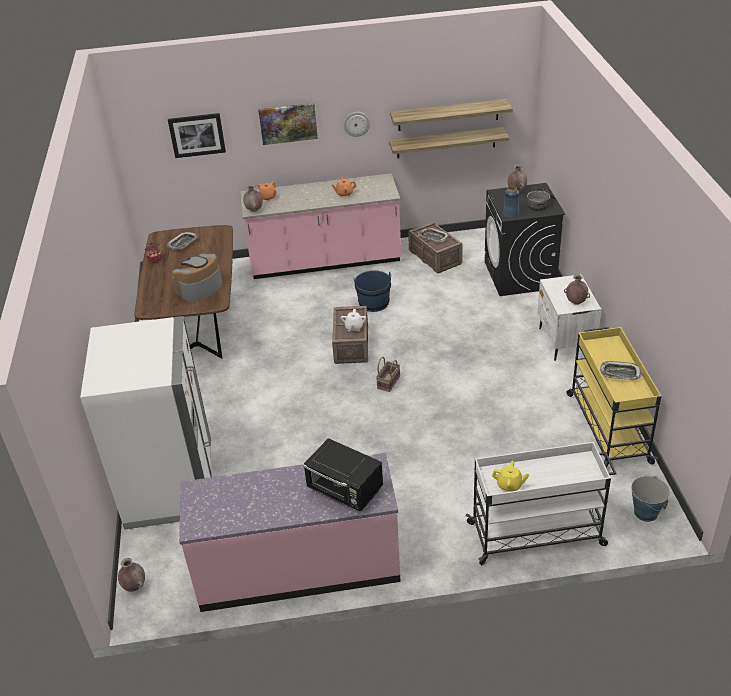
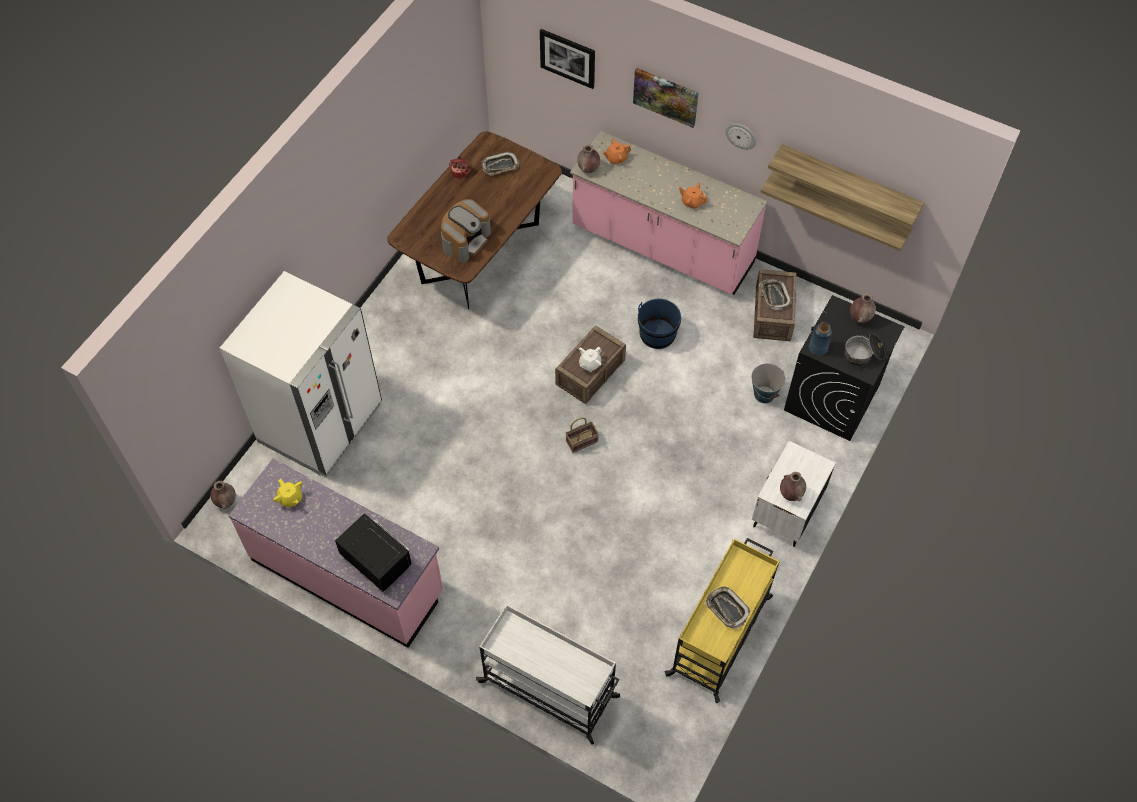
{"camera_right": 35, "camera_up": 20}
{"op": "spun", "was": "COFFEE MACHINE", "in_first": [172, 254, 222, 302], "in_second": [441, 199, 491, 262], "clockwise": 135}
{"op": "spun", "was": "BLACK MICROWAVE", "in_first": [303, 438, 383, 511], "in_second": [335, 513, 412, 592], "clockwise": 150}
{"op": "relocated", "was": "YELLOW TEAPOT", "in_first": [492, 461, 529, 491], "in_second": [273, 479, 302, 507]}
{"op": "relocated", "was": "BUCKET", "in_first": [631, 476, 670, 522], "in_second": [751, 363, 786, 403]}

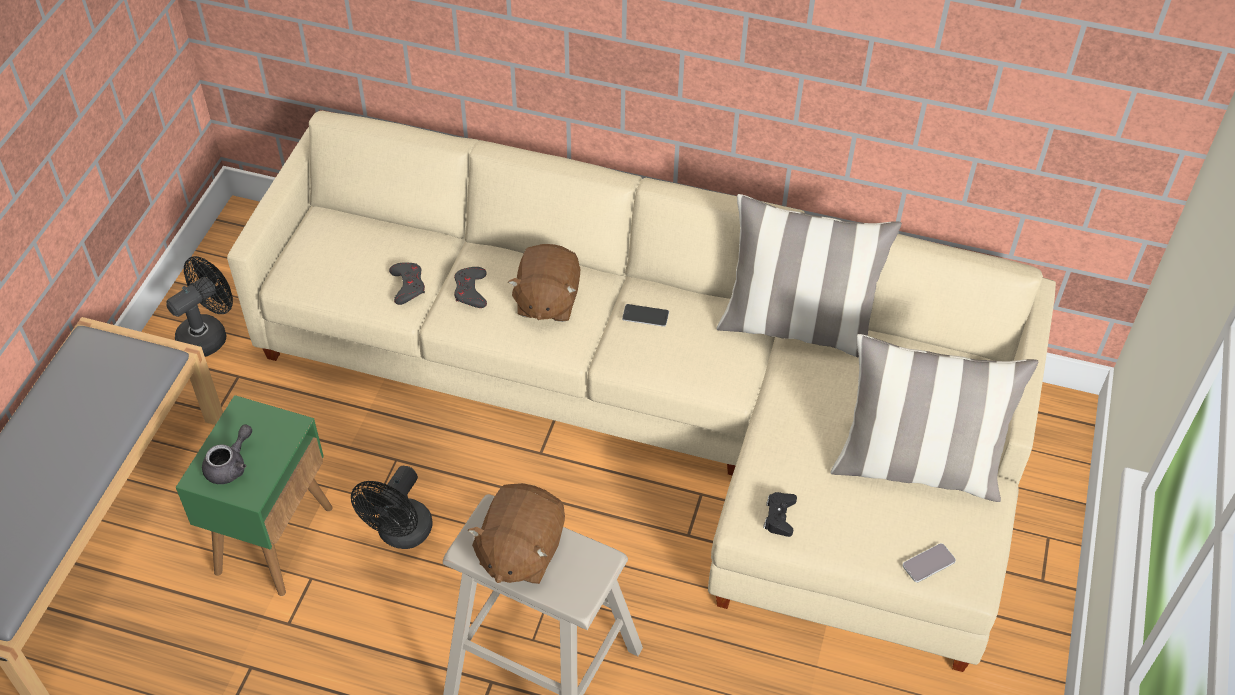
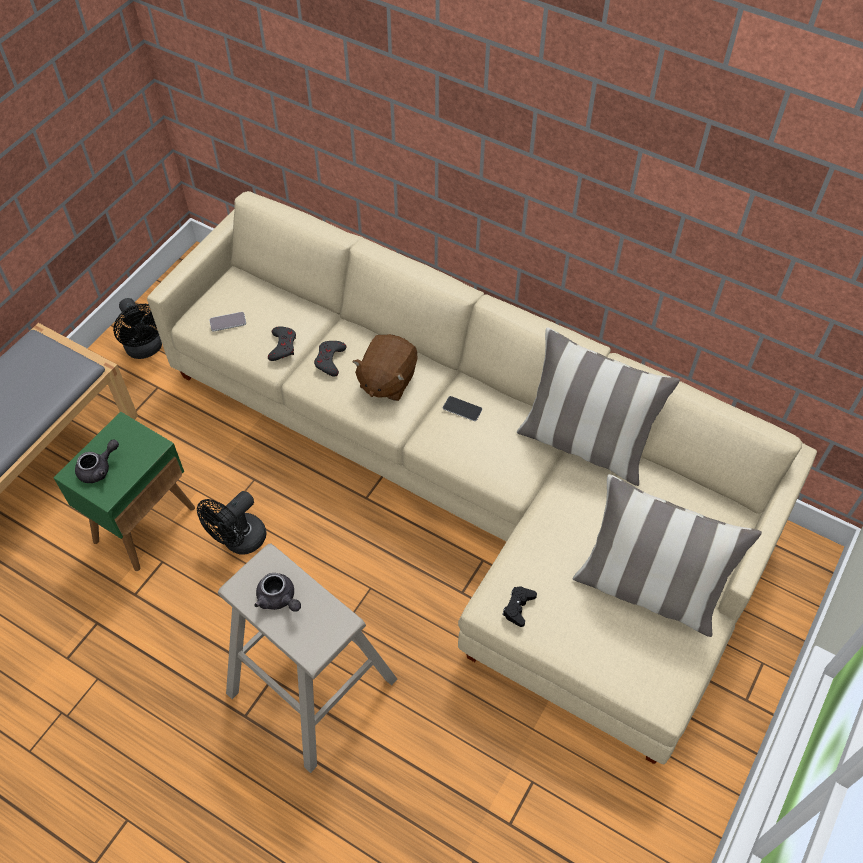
{"camera_right": 15, "camera_up": 5}
{"op": "spun", "was": "BLACK FAN", "in_first": [166, 256, 233, 357], "in_second": [113, 298, 162, 359], "clockwise": 90}
{"op": "exchanged", "was": "BROWN PLUSH TOY", "now": "GREY TEAPOT", "in_first": [468, 483, 565, 584], "in_second": [254, 573, 301, 612]}
{"op": "relocated", "was": "PHONE", "in_first": [902, 543, 956, 582], "in_second": [209, 312, 246, 332]}

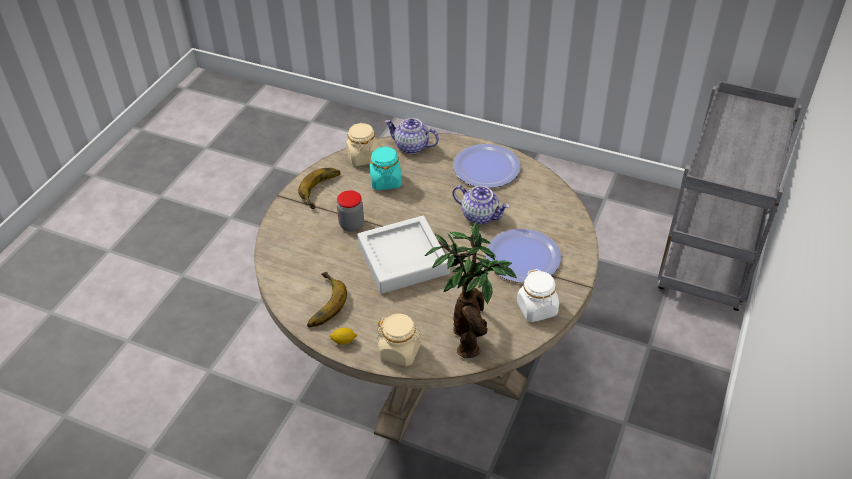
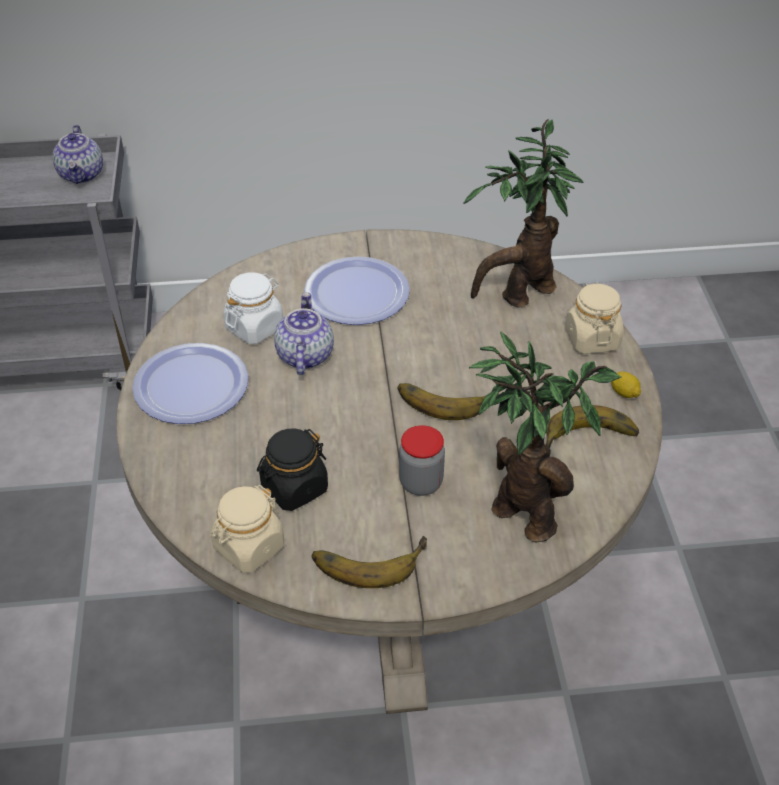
{"camera_right": -120, "camera_up": 0}
{"op": "relocated", "was": "TEAPOT", "in_first": [384, 118, 439, 154], "in_second": [53, 125, 103, 184]}
{"op": "colour", "was": "TURQUOISE JAR", "now": "BLACK JAR", "in_first": [370, 146, 402, 190], "in_second": [257, 428, 328, 511]}
{"op": "exchanged", "was": "GREY TRAY", "now": "BANANA", "in_first": [357, 216, 450, 294], "in_second": [398, 383, 499, 420]}
{"op": "relocated", "was": "WHITE JAR", "in_first": [517, 269, 559, 322], "in_second": [223, 273, 283, 344]}
{"op": "appeared", "now": "POTTED PLANT", "in_second": [469, 332, 621, 543]}

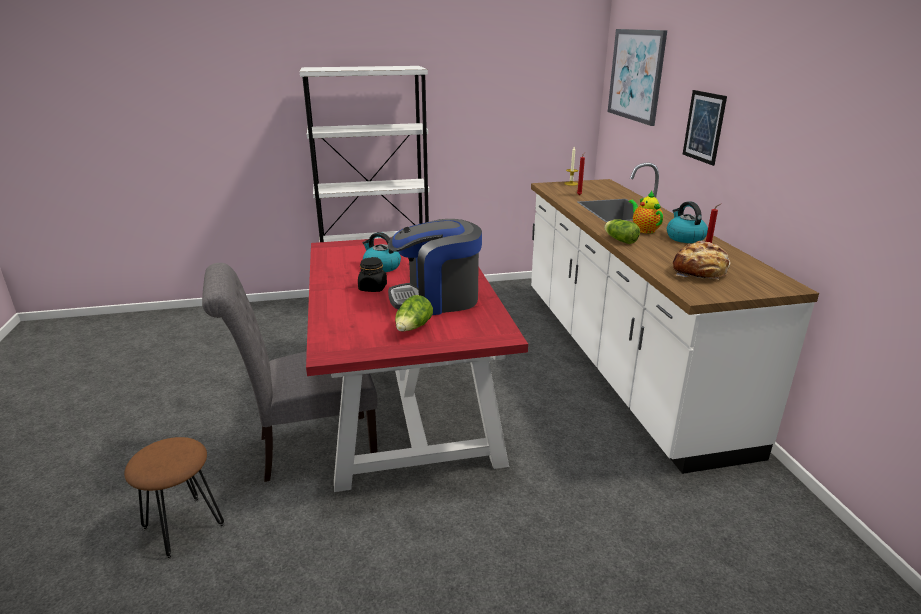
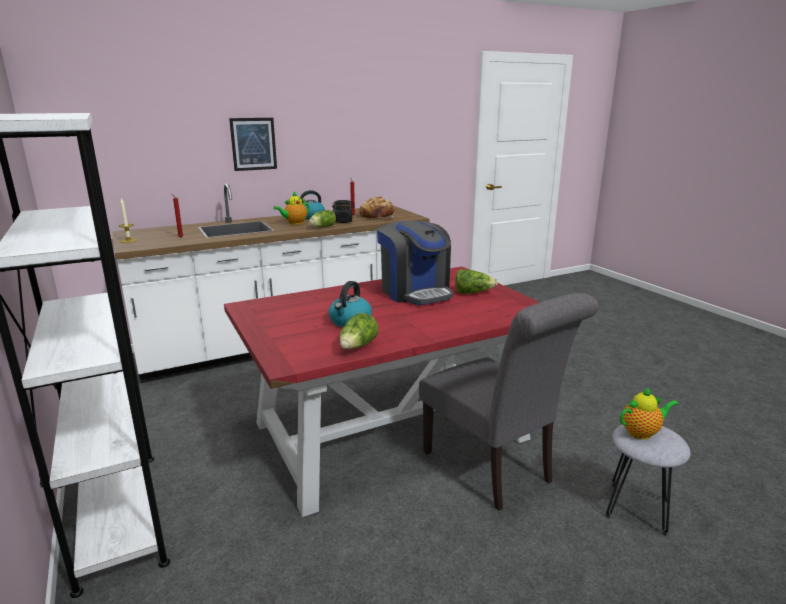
{"camera_right": -105, "camera_up": -5}
{"op": "missing", "was": "PICTURE", "in_first": [608, 29, 667, 126]}
{"op": "relocated", "was": "BLACK JAR", "in_first": [358, 257, 387, 292], "in_second": [332, 200, 355, 223]}
{"op": "colour", "was": "BROWN STOOL", "now": "GREY STOOL", "in_first": [124, 437, 225, 559], "in_second": [606, 425, 691, 536]}
{"op": "appeared", "now": "LETTUCE", "in_second": [339, 313, 379, 349]}
{"op": "appeared", "now": "TEAPOT", "in_second": [620, 387, 679, 440]}

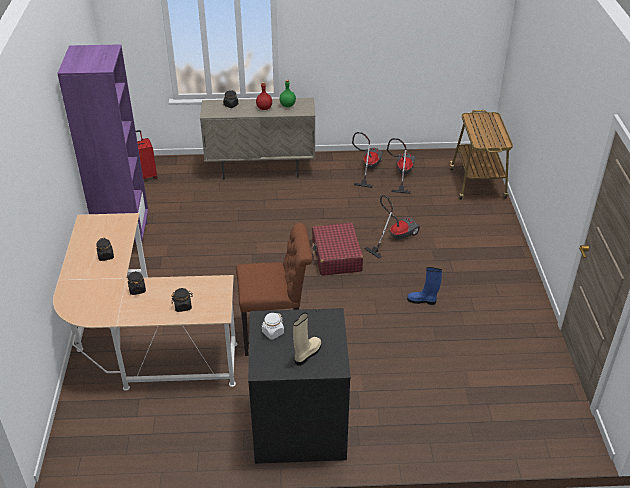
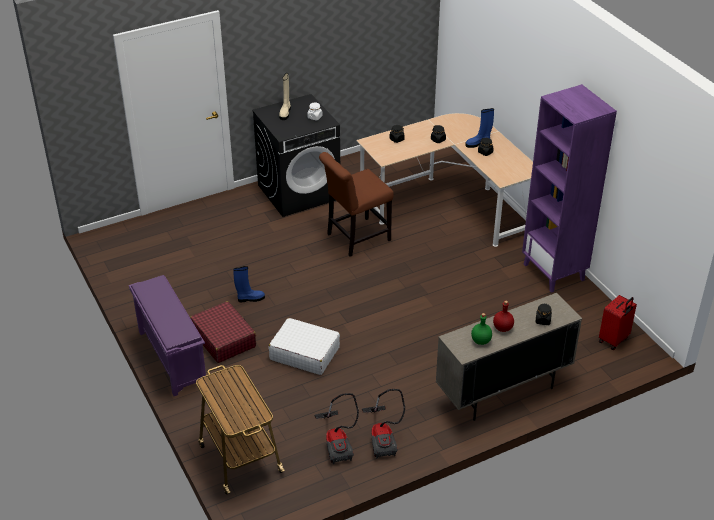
{"camera_right": 155, "camera_up": 0}
{"op": "exchanged", "was": "VACUUM CLEANER", "now": "WHITE SUITCASE", "in_first": [364, 195, 420, 259], "in_second": [269, 318, 340, 375]}
{"op": "relocated", "was": "RED SUITCASE", "in_first": [312, 222, 363, 276], "in_second": [190, 301, 256, 363]}
{"op": "appeared", "now": "BLUE BOOT", "in_second": [465, 108, 494, 148]}
{"op": "appeared", "now": "PURPLE SHOE RACK", "in_second": [129, 275, 207, 396]}

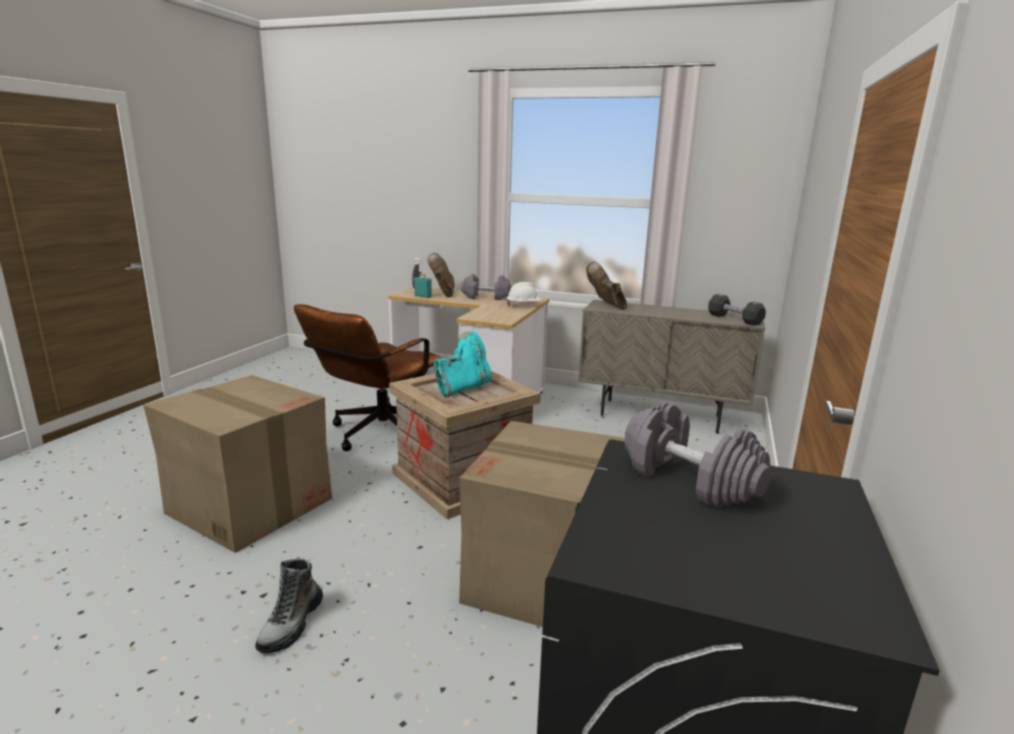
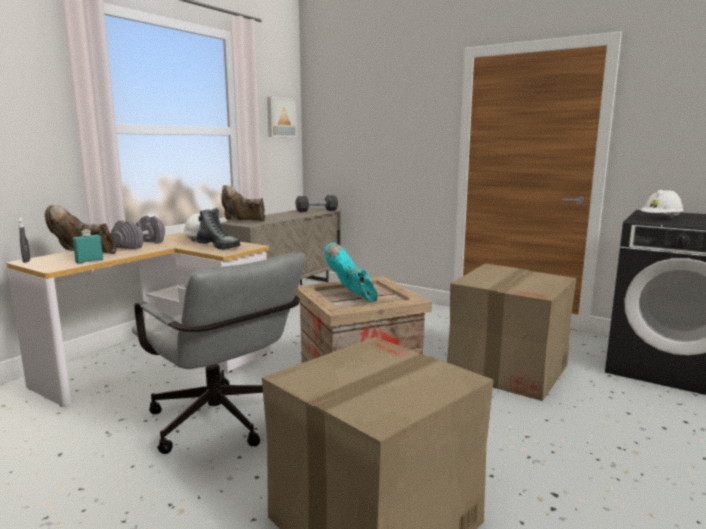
{"camera_right": -75, "camera_up": -5}
{"op": "colour", "was": "BROWN OFFICE CHAIR", "now": "GREY OFFICE CHAIR", "in_first": [294, 304, 441, 451], "in_second": [132, 252, 305, 454]}
{"op": "exchanged", "was": "GREY DUMBBELL", "now": "WHITE HARD HAT", "in_first": [625, 402, 772, 509], "in_second": [640, 190, 683, 217]}
{"op": "relocated", "was": "BOOT", "in_first": [255, 558, 323, 653], "in_second": [196, 208, 240, 249]}
{"op": "appeared", "now": "PICTURE", "in_second": [267, 97, 297, 137]}

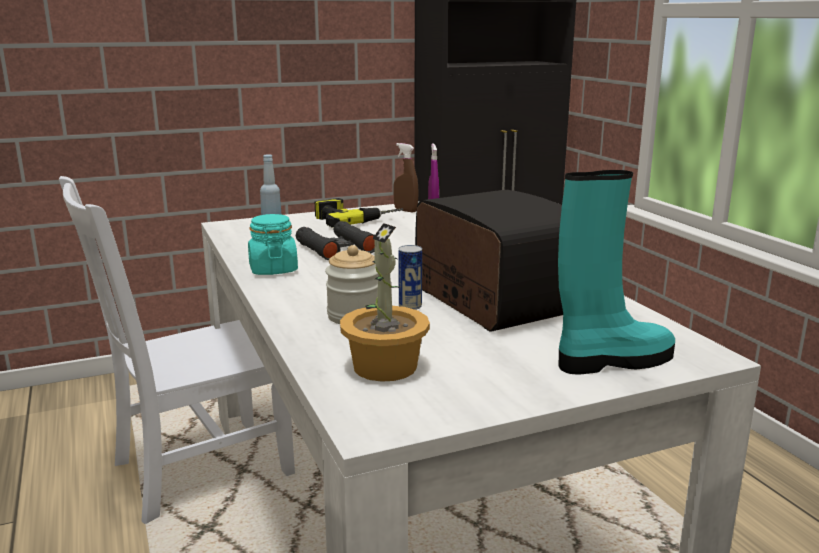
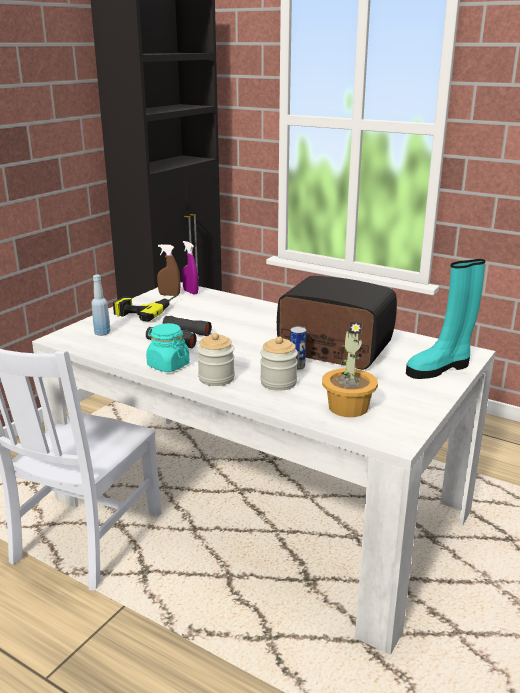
{"camera_right": -35, "camera_up": 5}
{"op": "spun", "was": "TURQUOISE BOOT", "in_first": [558, 170, 675, 374], "in_second": [406, 259, 485, 379], "clockwise": -150}
{"op": "appeared", "now": "JAR", "in_second": [197, 333, 235, 386]}

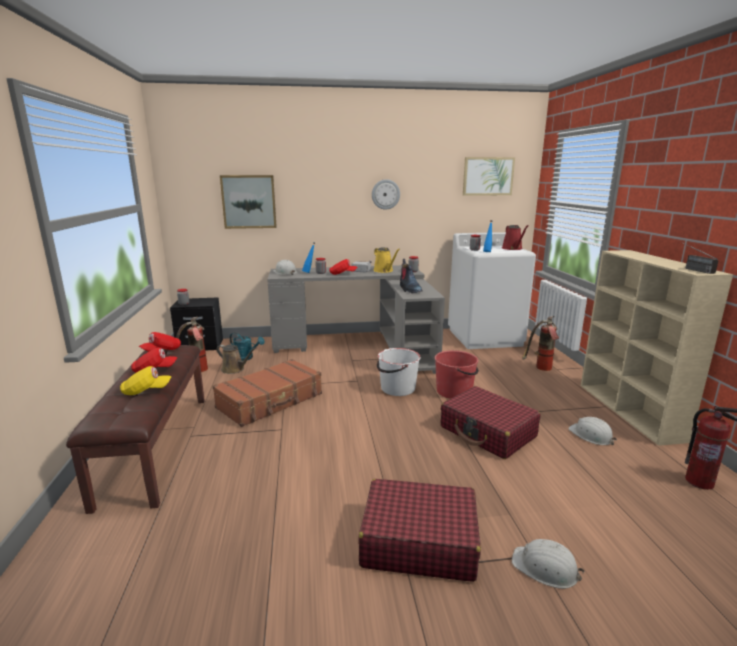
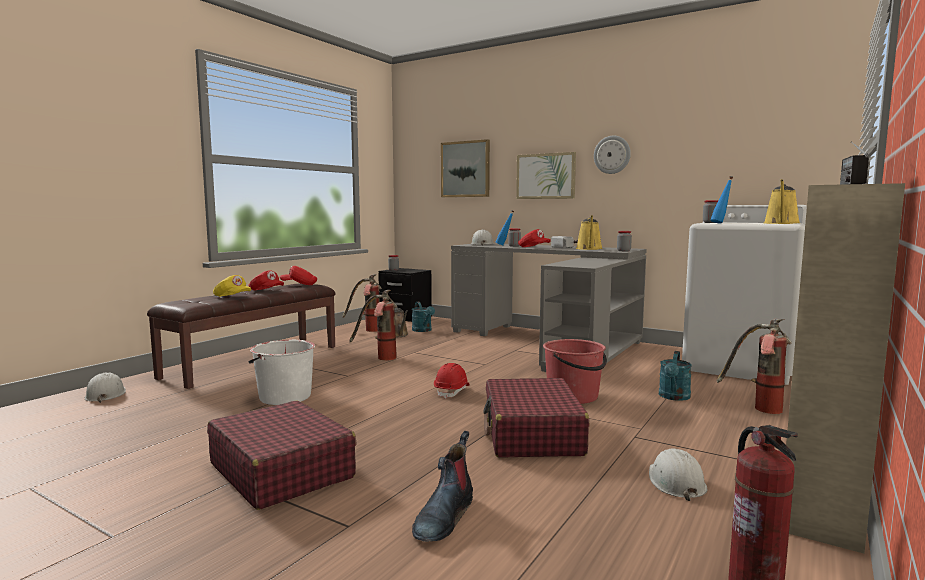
{"camera_right": 40, "camera_up": -10}
{"op": "relocated", "was": "PICTURE", "in_first": [463, 157, 515, 196], "in_second": [516, 152, 576, 199]}
{"op": "colour", "was": "RED WATERING CAN", "now": "YELLOW WATERING CAN", "in_first": [502, 225, 528, 250], "in_second": [764, 179, 800, 224]}
{"op": "relocated", "was": "BOOT", "in_first": [400, 259, 423, 293], "in_second": [412, 431, 473, 542]}
{"op": "relocated", "was": "WHITE BUCKET", "in_first": [377, 348, 421, 396], "in_second": [248, 340, 315, 405]}
{"op": "exchanged", "was": "BROWN SUITCASE", "now": "FIRE EXTINGUISHER", "in_first": [212, 359, 322, 427], "in_second": [349, 290, 397, 361]}
{"op": "relocated", "was": "WHITE HARD HAT", "in_first": [512, 539, 585, 589], "in_second": [85, 373, 126, 403]}
{"op": "appeared", "now": "TURQUOISE WATERING CAN", "in_second": [659, 351, 692, 401]}
{"op": "appeared", "now": "RED HARD HAT", "in_second": [434, 363, 470, 399]}

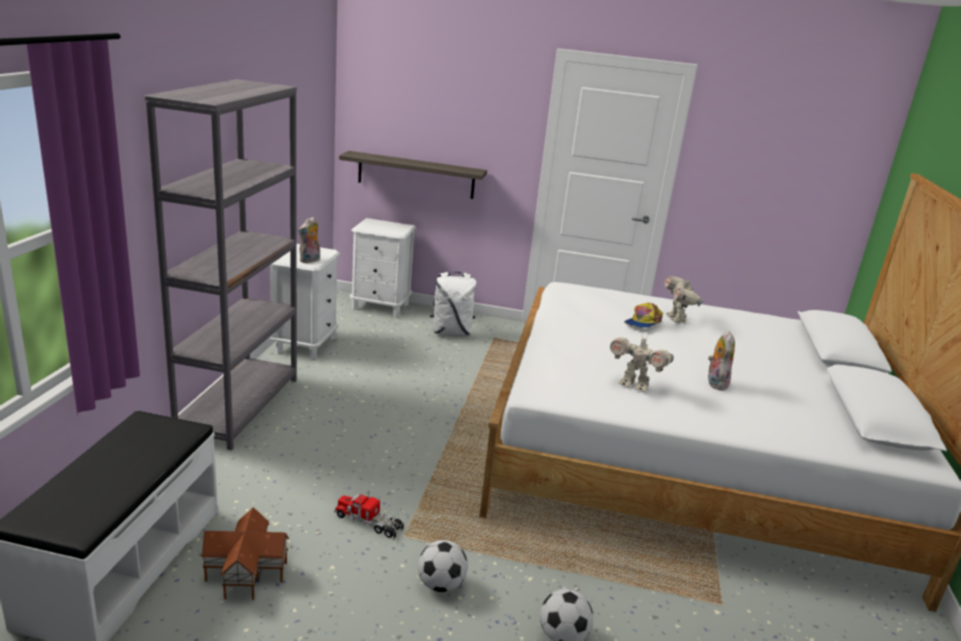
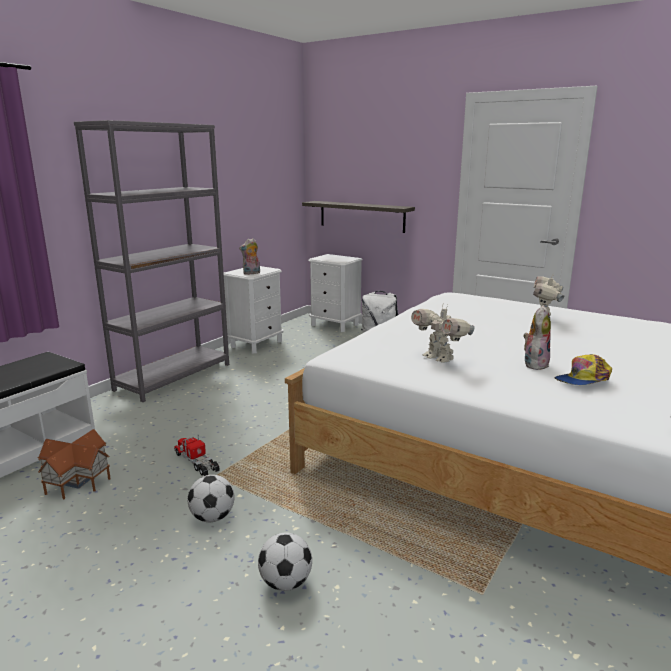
{"camera_right": 25, "camera_up": -5}
{"op": "relocated", "was": "CAP", "in_first": [624, 303, 663, 328], "in_second": [555, 354, 612, 385]}

